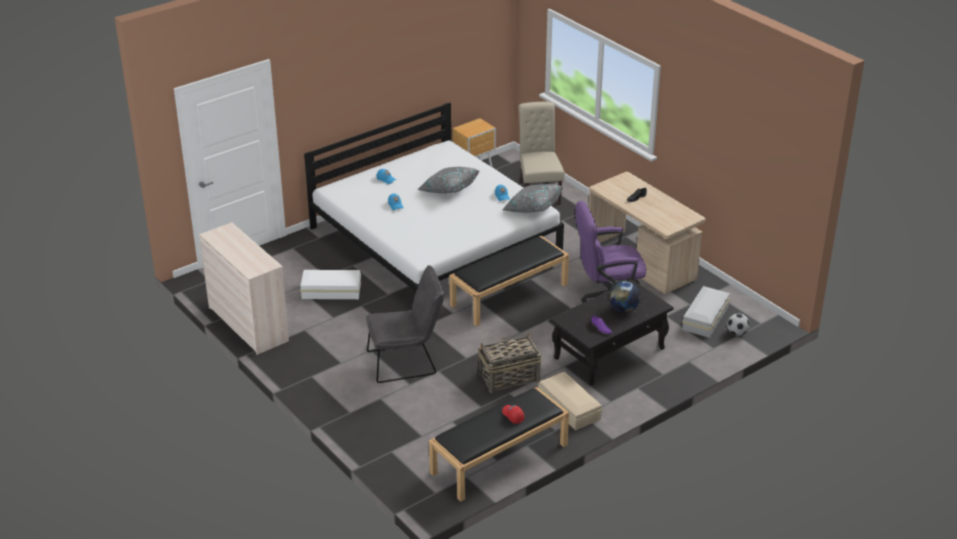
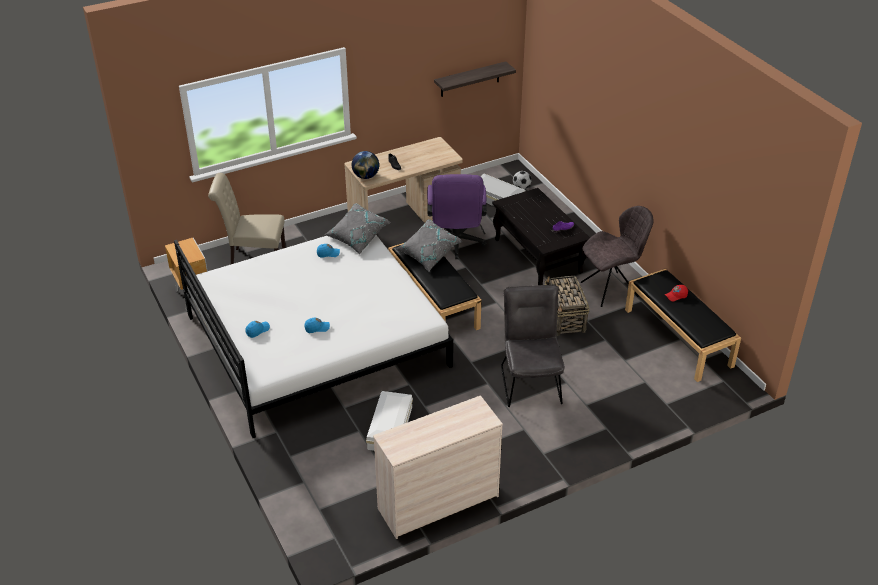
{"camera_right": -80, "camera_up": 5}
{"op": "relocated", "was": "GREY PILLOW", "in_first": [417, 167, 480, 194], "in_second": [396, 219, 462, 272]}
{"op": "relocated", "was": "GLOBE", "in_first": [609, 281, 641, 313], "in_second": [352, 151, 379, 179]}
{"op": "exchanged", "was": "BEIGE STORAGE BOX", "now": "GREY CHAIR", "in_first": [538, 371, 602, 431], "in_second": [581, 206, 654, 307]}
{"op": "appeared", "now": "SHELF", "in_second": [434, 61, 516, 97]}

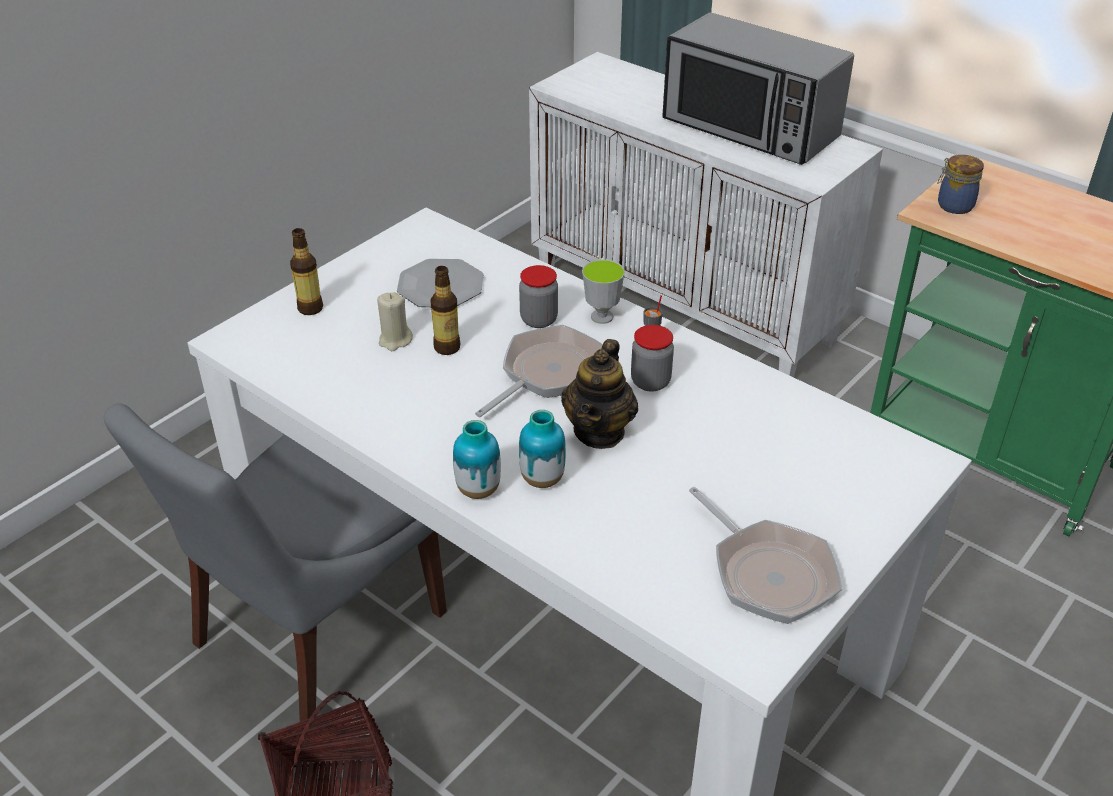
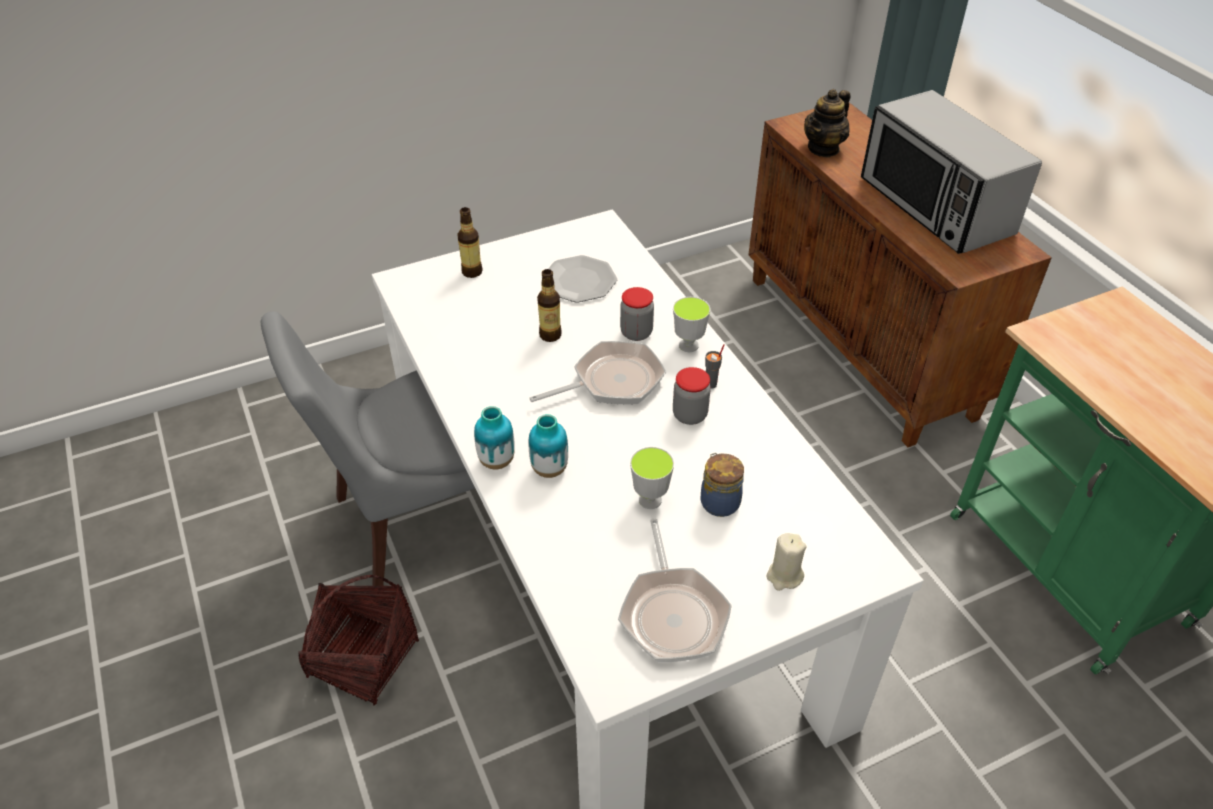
{"camera_right": 25, "camera_up": 5}
{"op": "colour", "was": "WHITE CABINET", "now": "BROWN CABINET", "in_first": [529, 52, 883, 377], "in_second": [748, 103, 1052, 447]}
{"op": "relocated", "was": "JAR", "in_first": [937, 155, 984, 214], "in_second": [701, 453, 744, 517]}
{"op": "relocated", "was": "BEIGE CANDLE", "in_first": [377, 292, 413, 351], "in_second": [766, 533, 806, 591]}
{"op": "relocated", "was": "TEAPOT", "in_first": [561, 339, 638, 449], "in_second": [804, 89, 850, 158]}
{"op": "appeared", "now": "CUP", "in_second": [630, 447, 674, 509]}

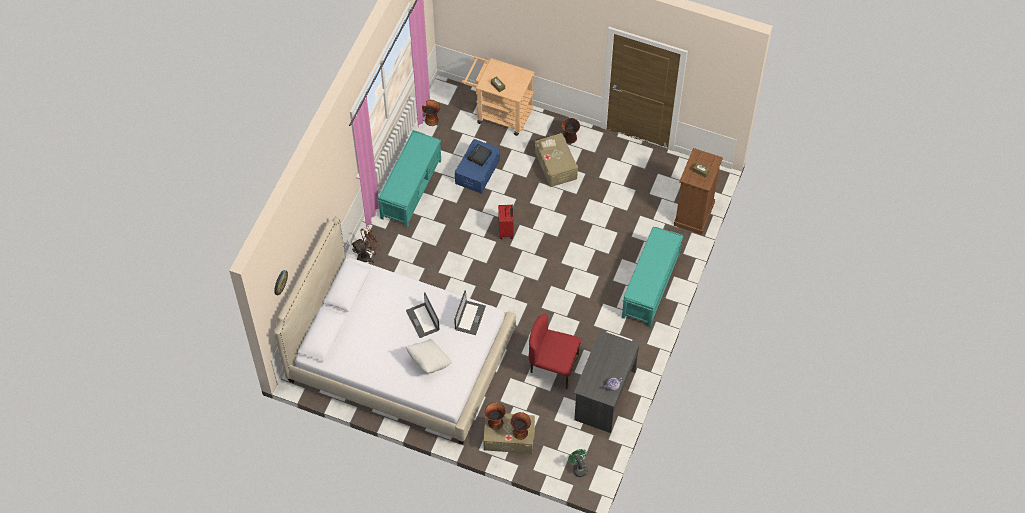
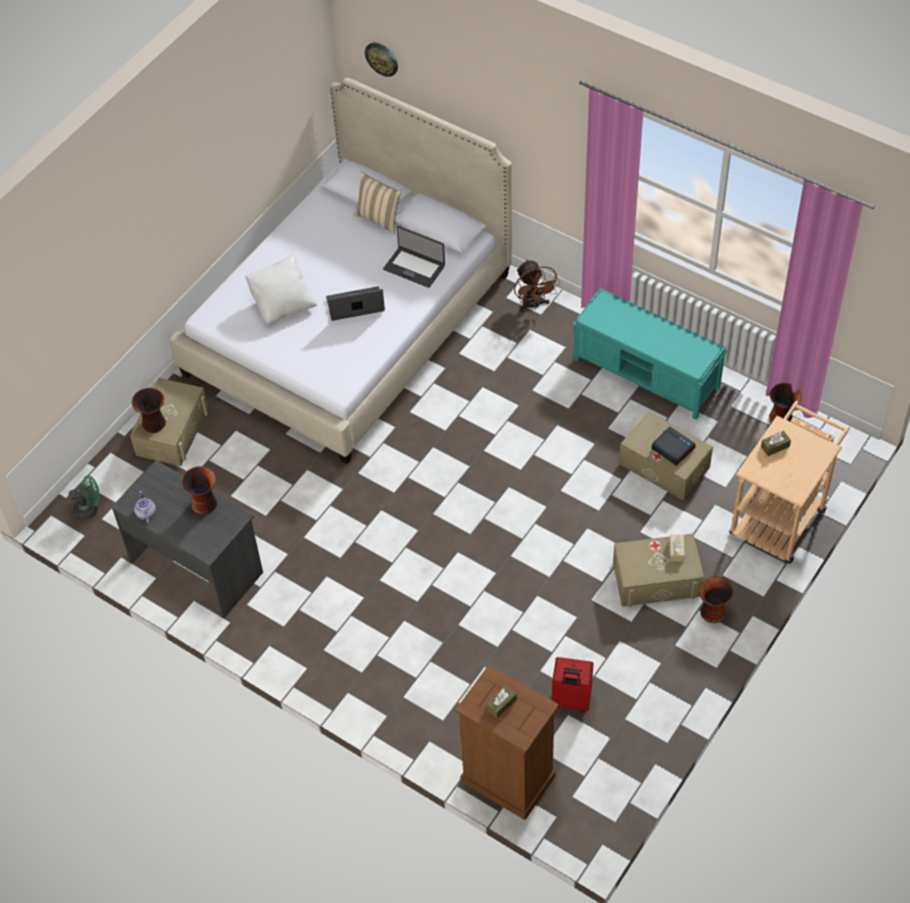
{"camera_right": 105, "camera_up": -5}
{"op": "colour", "was": "BLUE STORAGE BOX", "now": "BEIGE STORAGE BOX", "in_first": [455, 139, 500, 194], "in_second": [619, 411, 713, 500]}
{"op": "relocated", "was": "RED SUITCASE", "in_first": [498, 205, 514, 239], "in_second": [552, 657, 593, 712]}
{"op": "missing", "was": "TURQUOISE BENCH", "in_first": [622, 227, 683, 328]}
{"op": "relocated", "was": "LAPTOP", "in_first": [454, 290, 486, 335], "in_second": [383, 226, 445, 288]}
{"op": "missing", "was": "RED CHAIR", "in_first": [529, 314, 581, 389]}
{"op": "relocated", "was": "VASE", "in_first": [485, 402, 506, 430], "in_second": [181, 466, 217, 515]}
{"op": "appeared", "now": "BEIGE PILLOW", "in_second": [354, 171, 402, 235]}

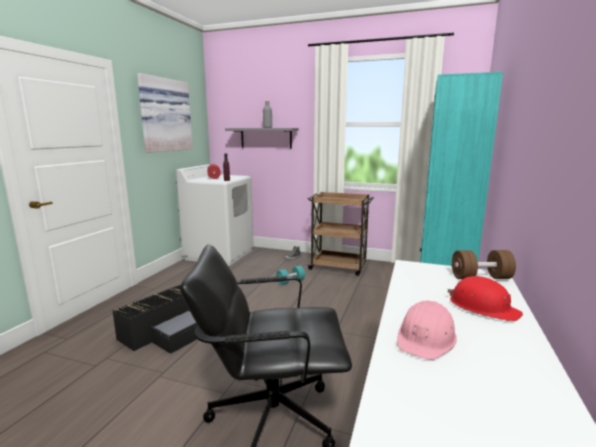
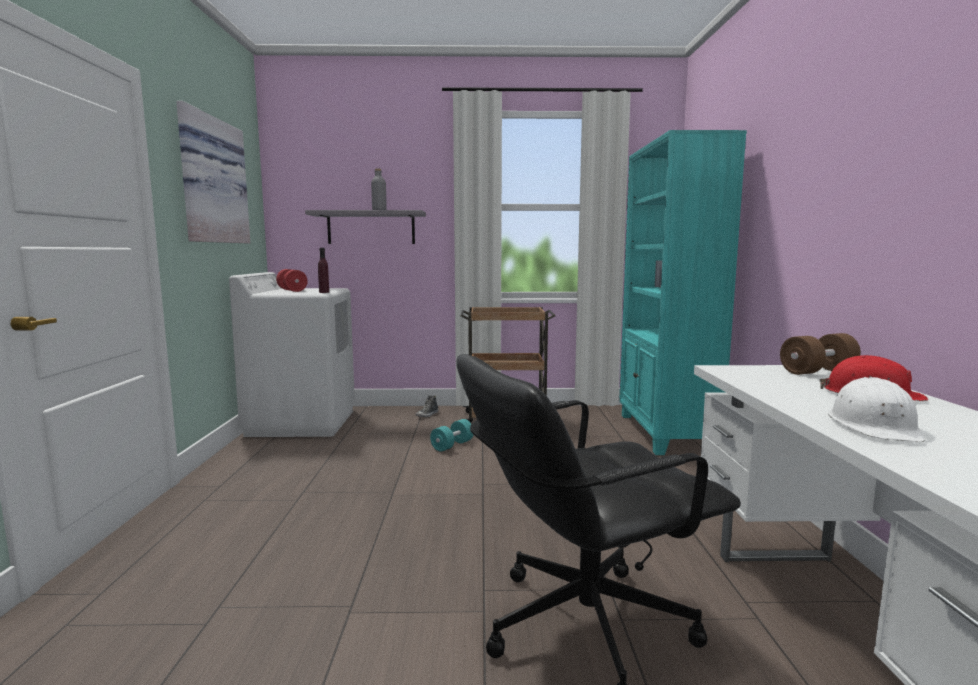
{"camera_right": -20, "camera_up": -5}
{"op": "missing", "was": "BLACK STORAGE BOX", "in_first": [112, 284, 197, 354]}
{"op": "colour", "was": "PINK HARD HAT", "now": "WHITE HARD HAT", "in_first": [397, 300, 457, 360], "in_second": [828, 377, 925, 442]}

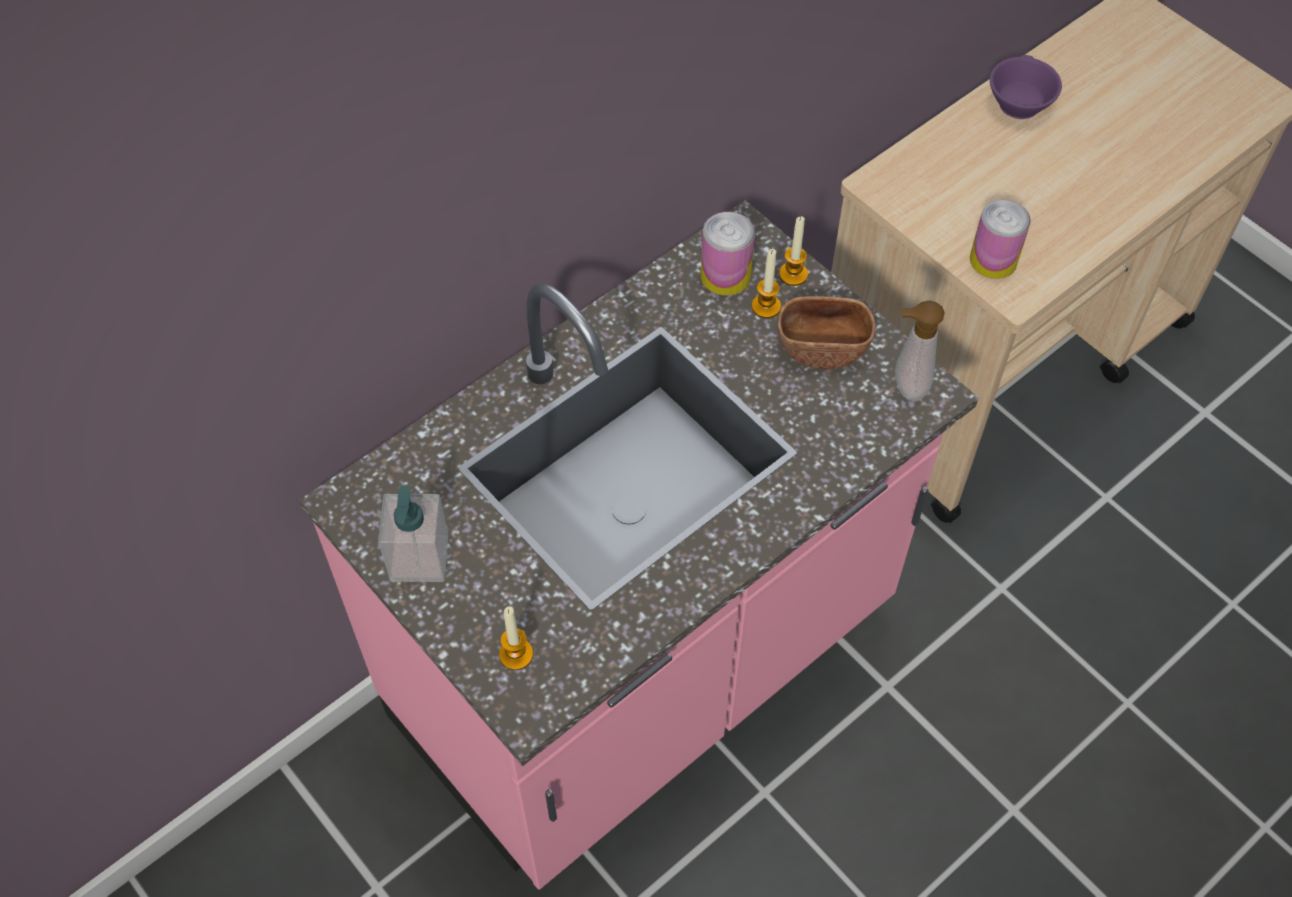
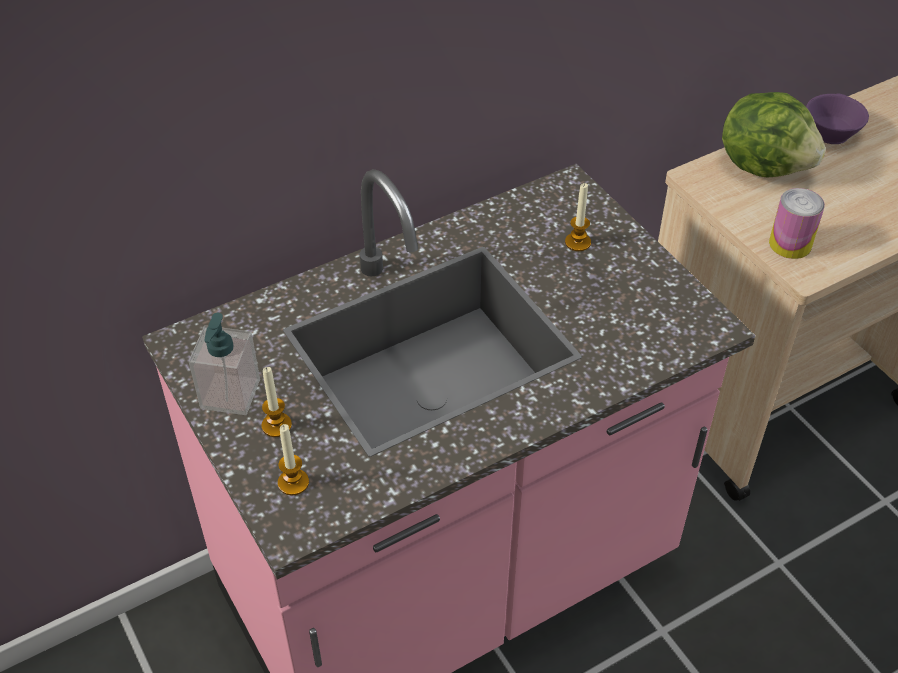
{"camera_right": 10, "camera_up": -10}
{"op": "missing", "was": "CAN", "in_first": [701, 212, 755, 295]}
{"op": "relocated", "was": "CANDLE", "in_first": [779, 216, 808, 286], "in_second": [262, 367, 292, 437]}
{"op": "missing", "was": "BROWN BOWL", "in_first": [777, 296, 875, 369]}
{"op": "missing", "was": "SOAP DISPENSER", "in_first": [895, 301, 945, 402]}
{"op": "appeared", "now": "LETTUCE", "in_second": [722, 92, 826, 178]}

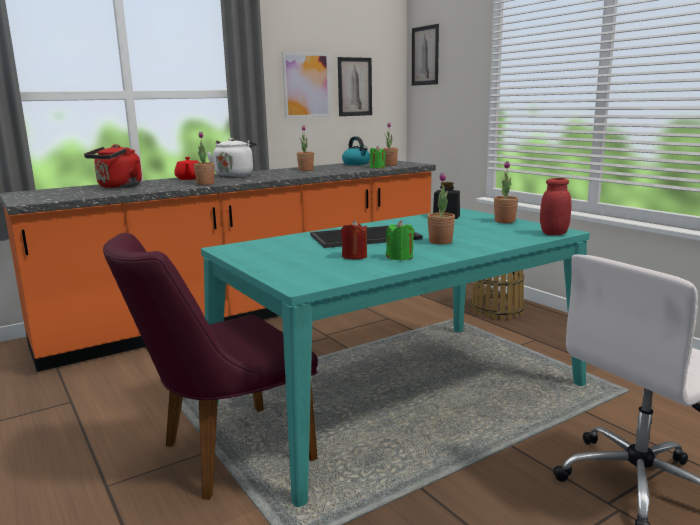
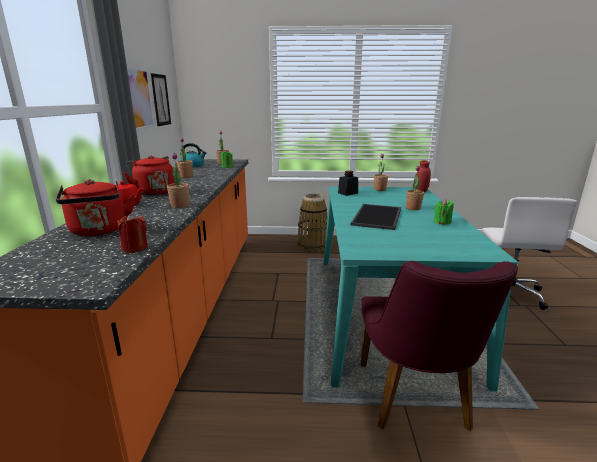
{"camera_right": -55, "camera_up": 5}
{"op": "missing", "was": "PICTURE", "in_first": [412, 24, 439, 86]}
{"op": "colour", "was": "WHITE KETTLE", "now": "RED KETTLE", "in_first": [207, 138, 257, 177], "in_second": [124, 155, 175, 196]}
{"op": "relocated", "was": "RED CANDLE", "in_first": [341, 220, 367, 259], "in_second": [117, 214, 148, 253]}

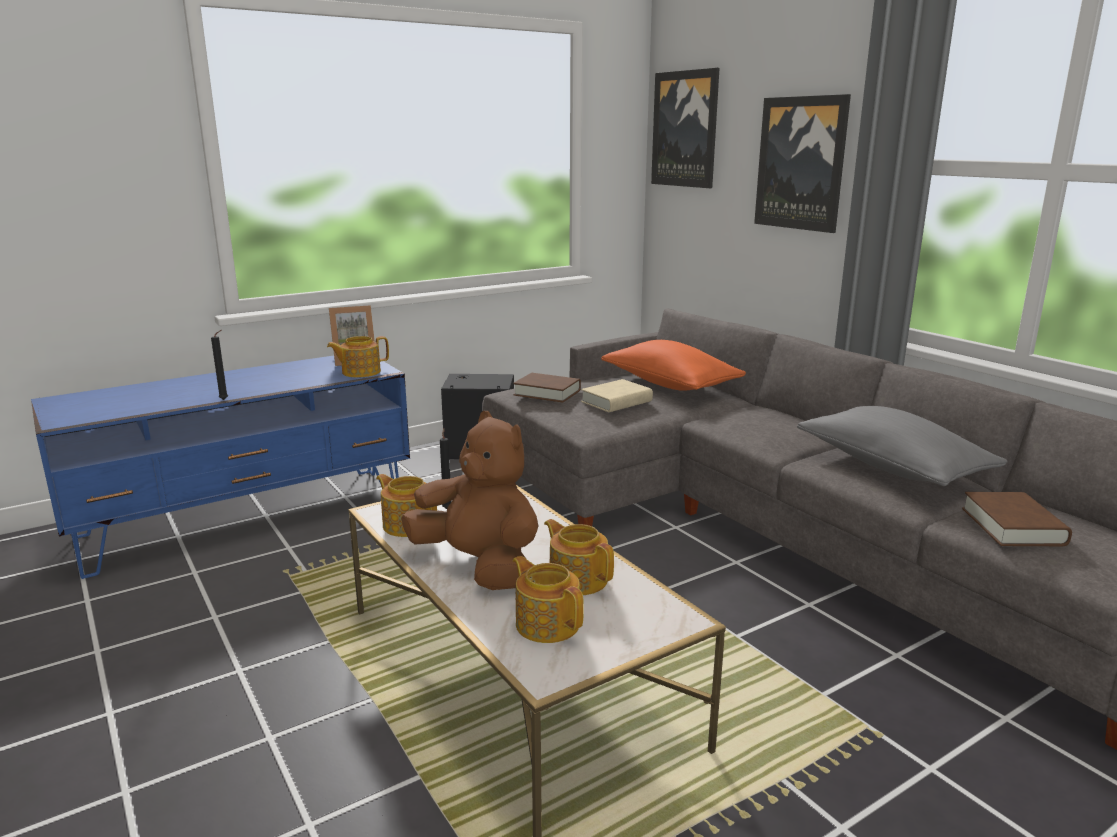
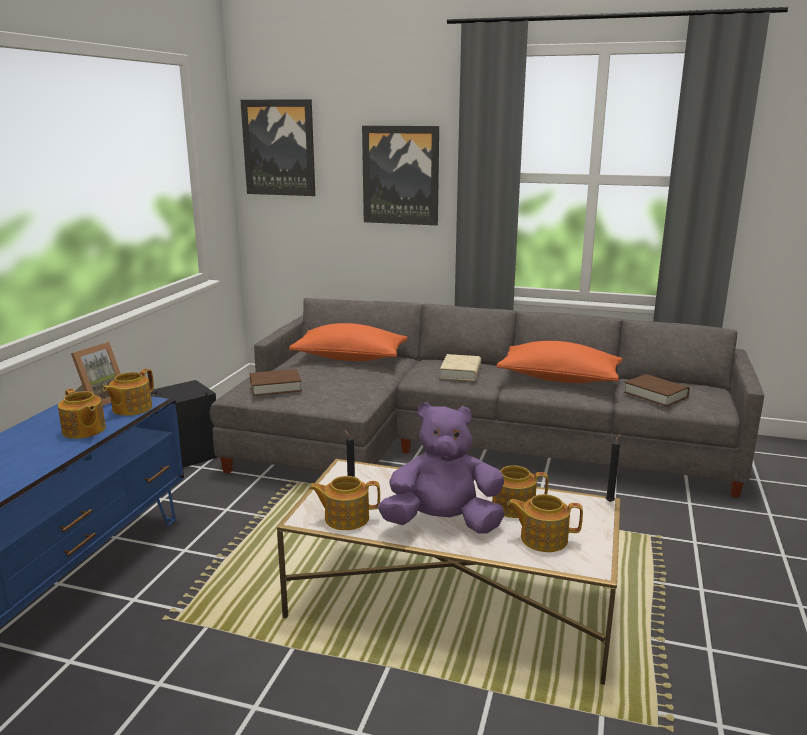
{"camera_right": -40, "camera_up": 0}
{"op": "relocated", "was": "BLACK CANDLE", "in_first": [211, 330, 228, 400], "in_second": [606, 434, 621, 502]}
{"op": "relocated", "was": "BEIGE BOOK", "in_first": [581, 379, 653, 412], "in_second": [440, 354, 481, 381]}
{"op": "colour", "was": "GREY PILLOW", "now": "ORANGE PILLOW", "in_first": [797, 406, 1008, 486], "in_second": [496, 341, 623, 383]}
{"op": "colour", "was": "BROWN PLUSH TOY", "now": "PURPLE PLUSH TOY", "in_first": [401, 411, 538, 590], "in_second": [378, 402, 504, 534]}
{"op": "appeared", "now": "TEAPOT", "in_second": [58, 389, 106, 439]}

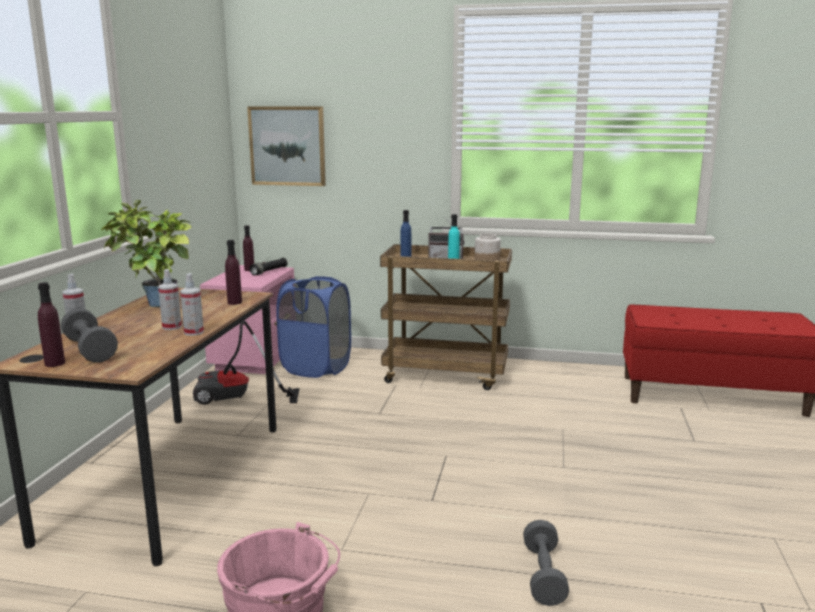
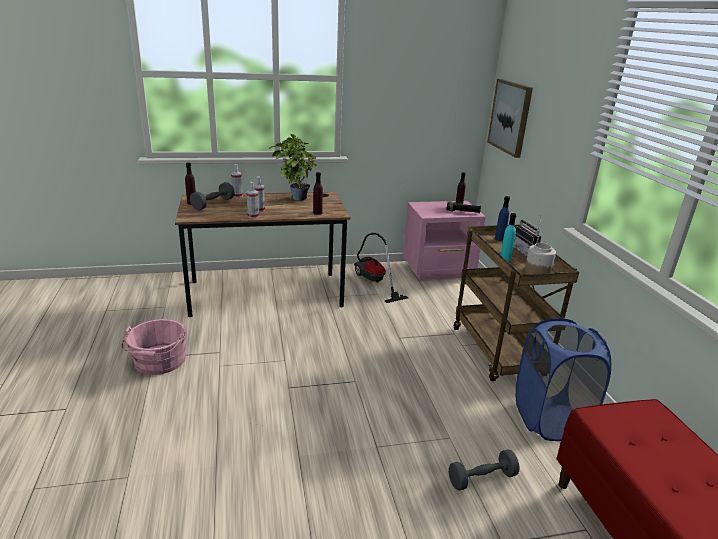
{"camera_right": 65, "camera_up": 10}
{"op": "relocated", "was": "BLUE LAUNDRY BASKET", "in_first": [276, 276, 351, 378], "in_second": [516, 318, 611, 441]}
{"op": "relocated", "was": "GREY DUMBBELL", "in_first": [523, 520, 569, 606], "in_second": [449, 449, 520, 491]}

